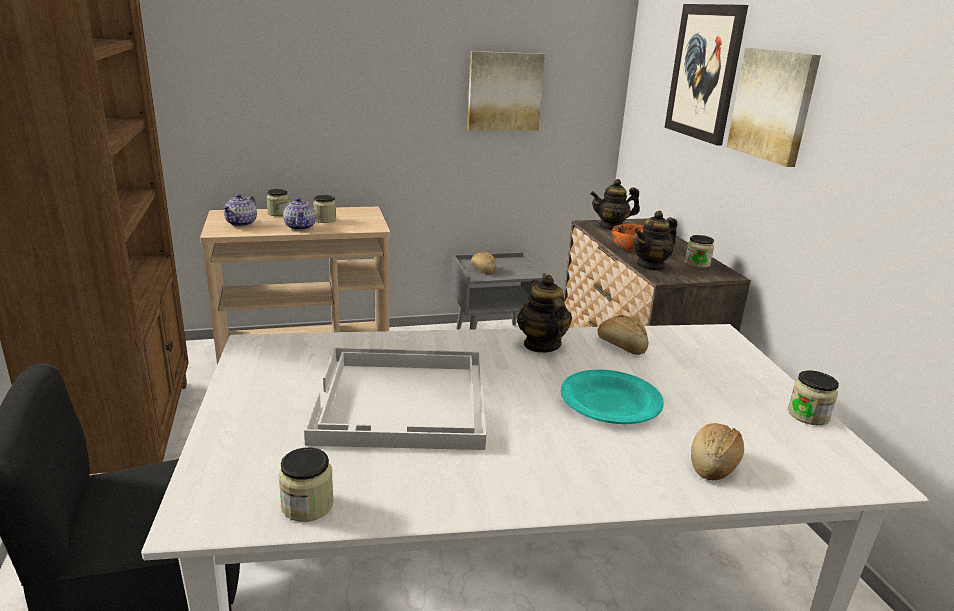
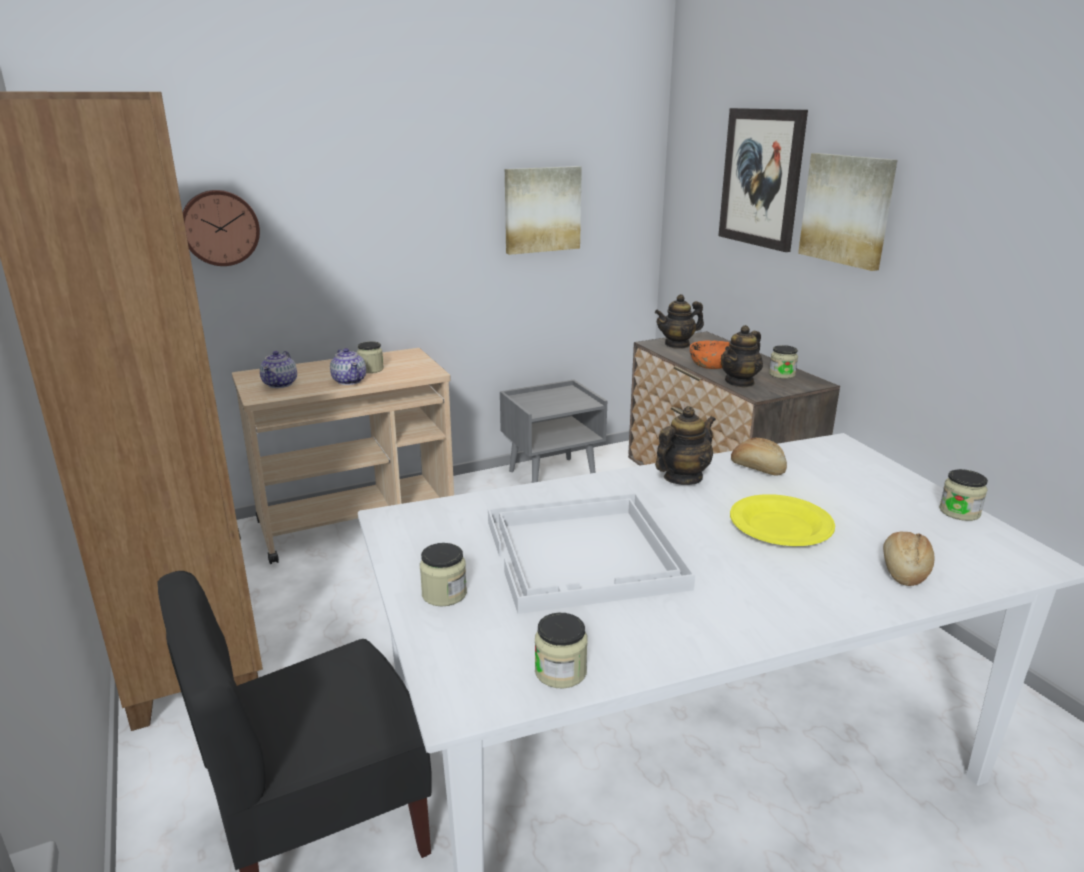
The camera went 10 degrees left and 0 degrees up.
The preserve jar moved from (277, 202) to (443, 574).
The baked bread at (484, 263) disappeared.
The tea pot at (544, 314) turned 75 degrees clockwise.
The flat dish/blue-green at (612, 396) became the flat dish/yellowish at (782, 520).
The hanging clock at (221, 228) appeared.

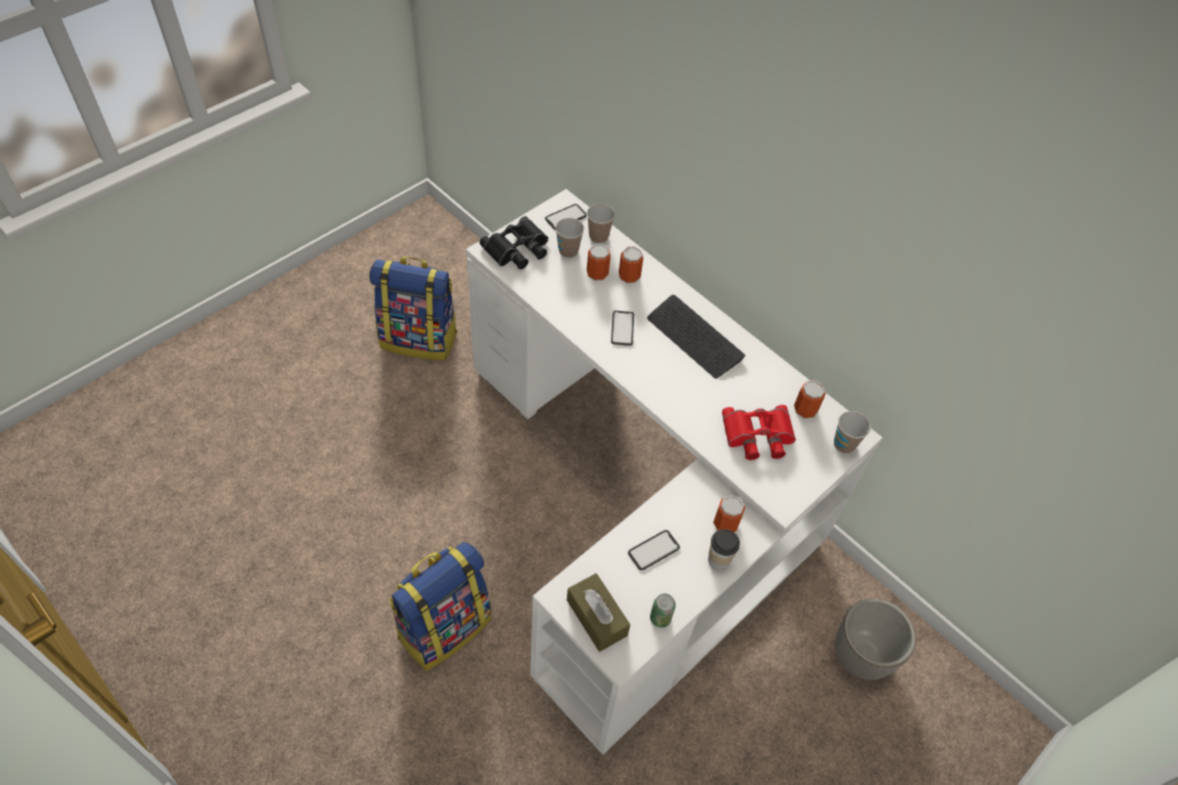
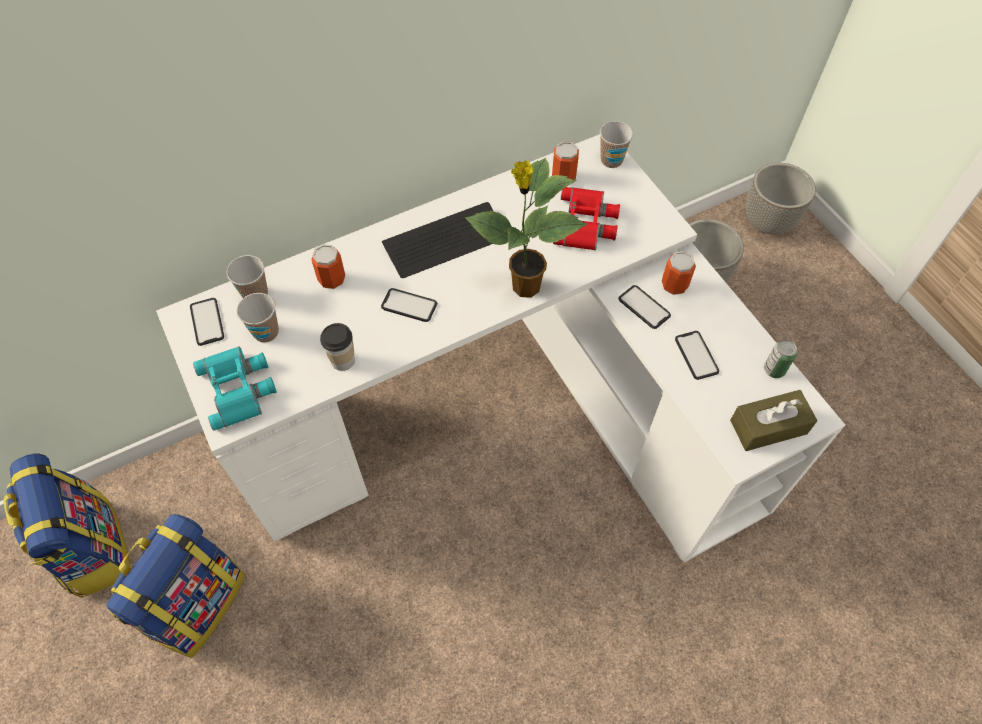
The camera went 70 degrees left and 5 degrees up.
The backpack moved from (440, 606) to (66, 526).
The field glasses/blackish at (513, 242) became the field glasses/blue-green at (235, 388).
The sealed can at (599, 262) disappeared.
The small cup moved from (724, 549) to (337, 347).
The plant in a pot at (526, 228) appeared.
The handset at (645, 307) appeared.
The flower pot at (781, 199) appeared.

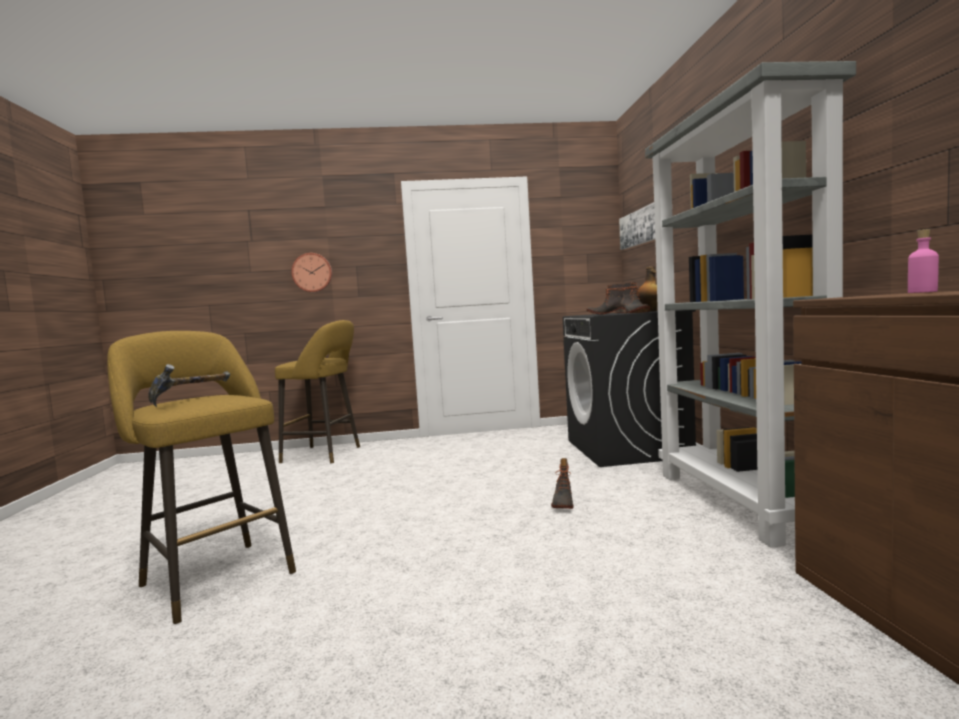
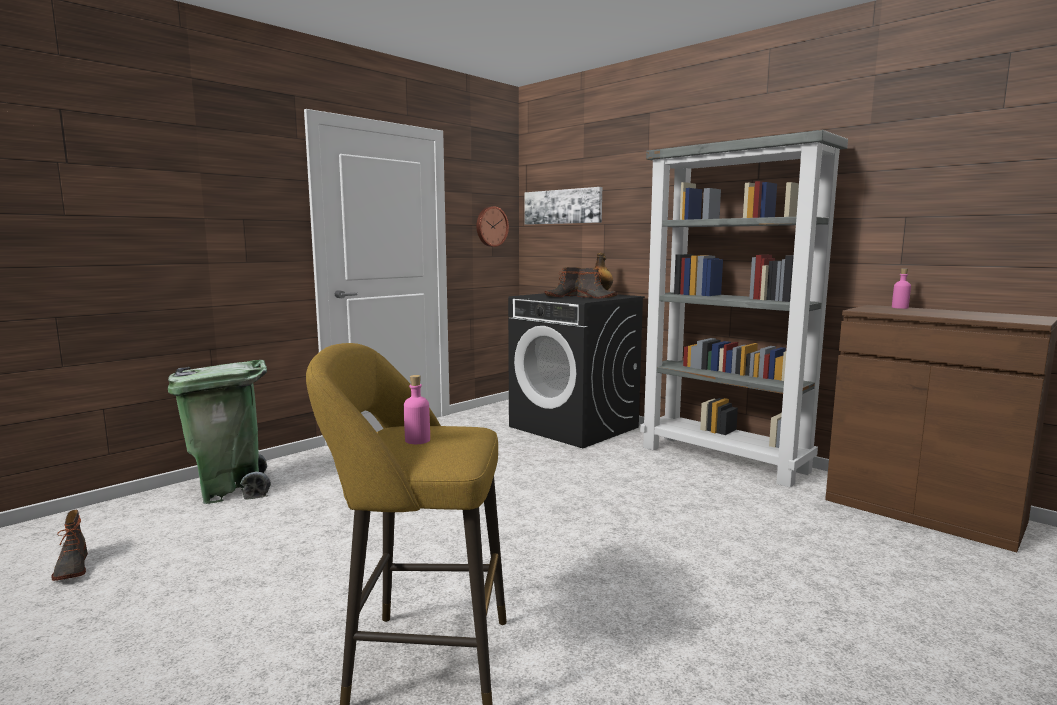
The camera went 40 degrees left and 5 degrees up.
The hand hammer at (189, 385) was replaced by the drink bottle/pinkish at (417, 409).
The stool seat/yellowish at (317, 391) was replaced by the rubbish bin/green at (219, 432).
The hanging clock moved from (311, 272) to (492, 226).
The high-top boot moved from (562, 483) to (69, 545).

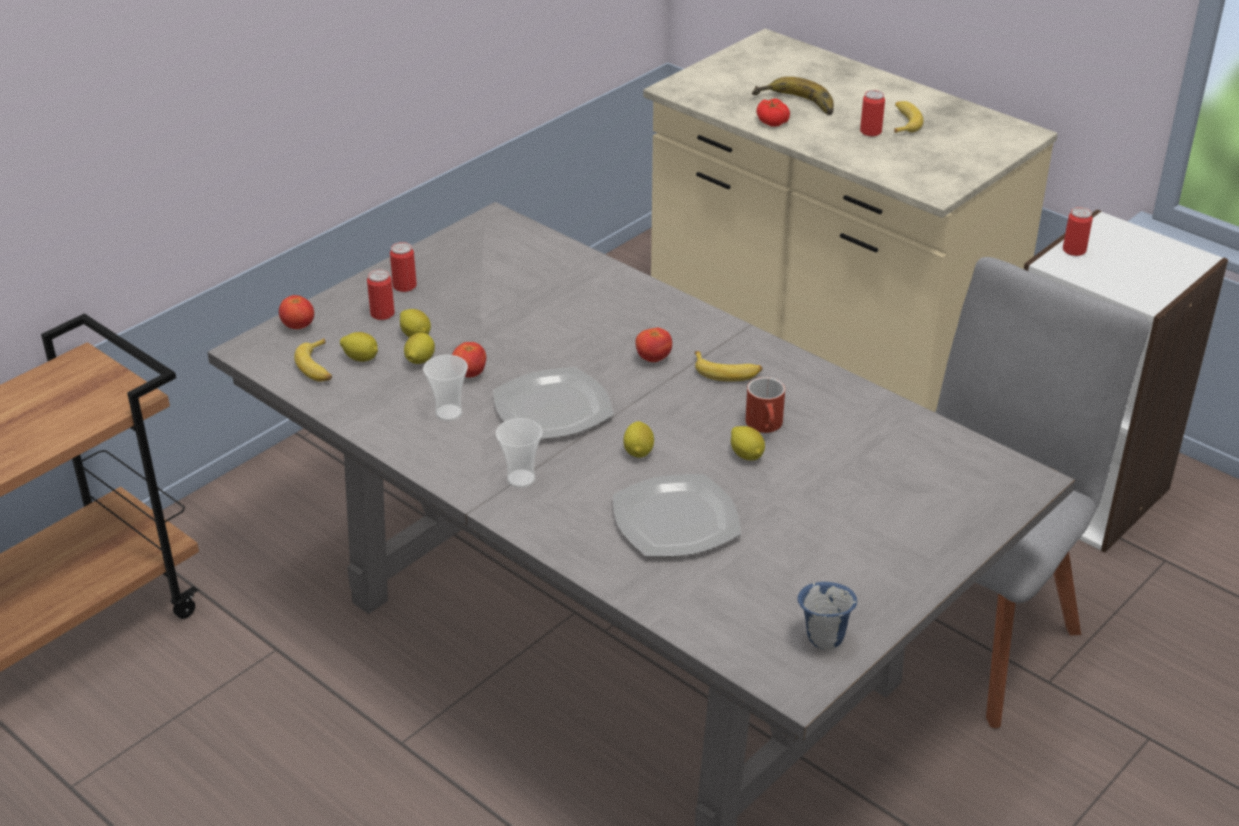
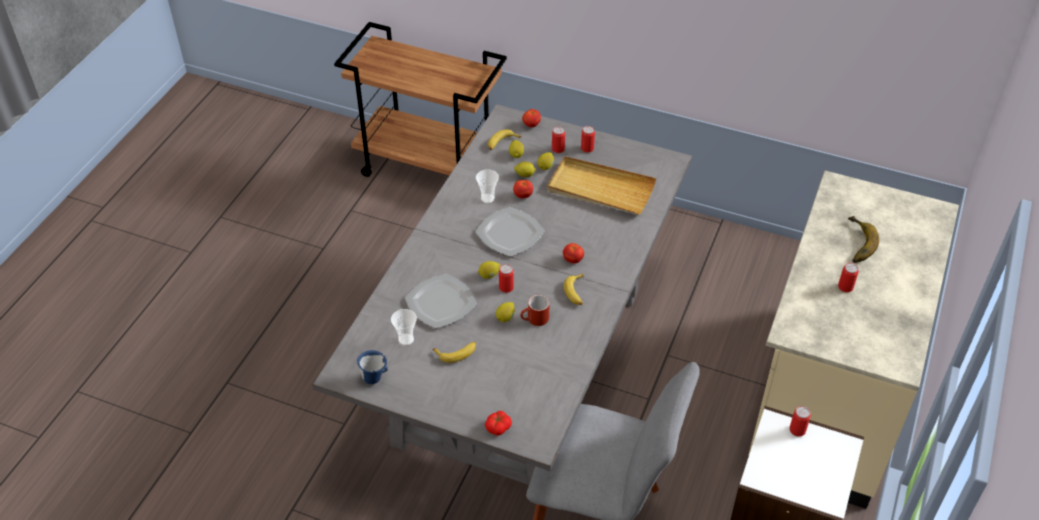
The camera went 70 degrees right and 10 degrees up.
The small cup moved from (519, 453) to (404, 327).
The whole tomato moved from (773, 113) to (498, 423).
The banana fruit moved from (909, 117) to (454, 352).
The sealed can at (506, 278) appeared.
The tray/beige at (601, 185) appeared.

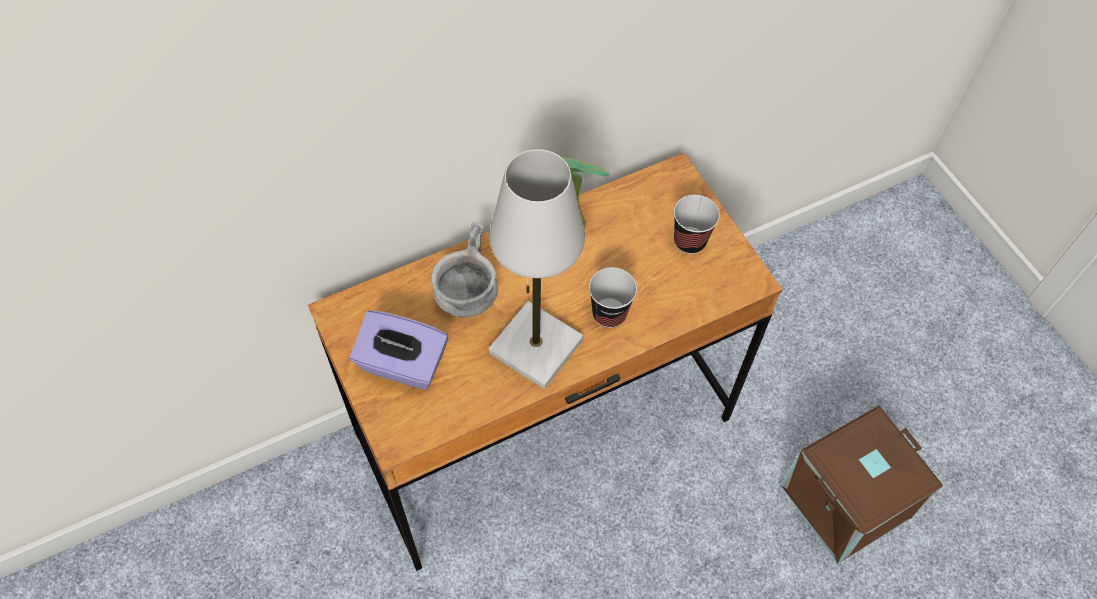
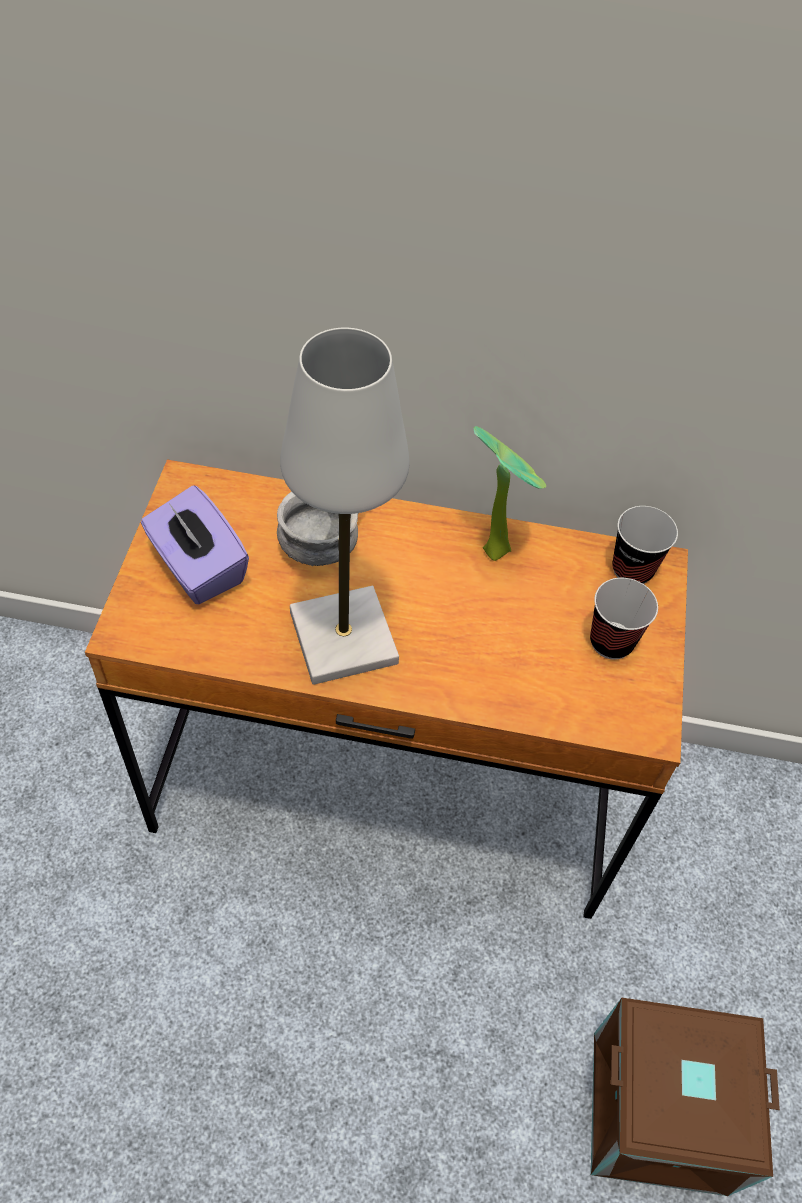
The camera went 35 degrees right and 5 degrees down.
The small cup moved from (613, 297) to (645, 545).

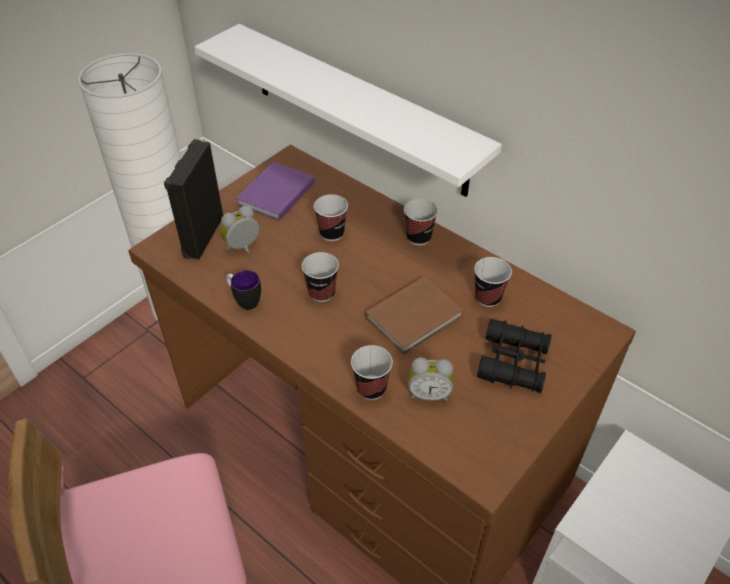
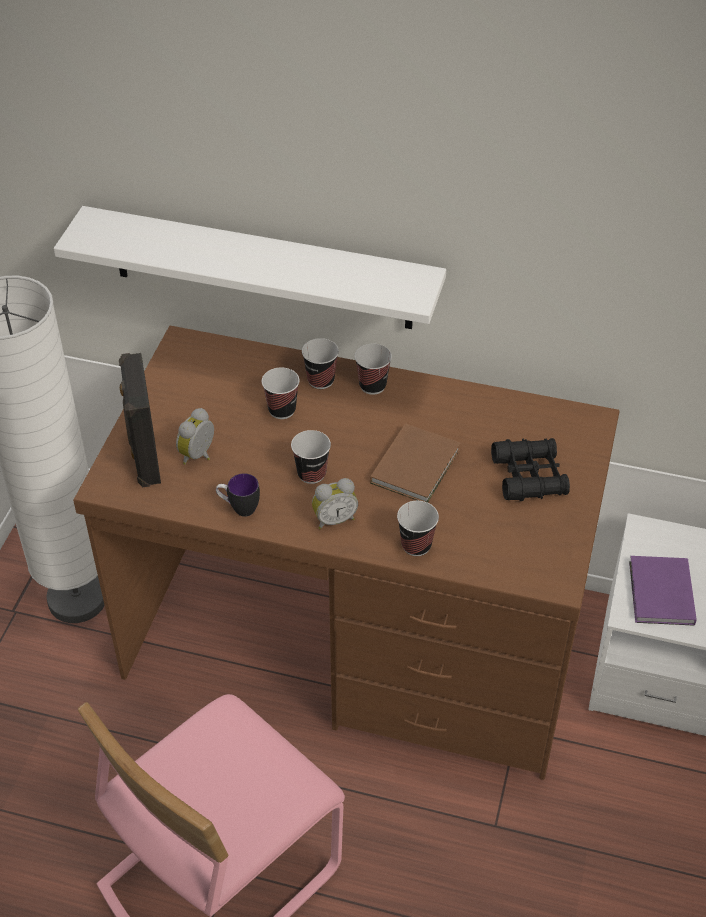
The camera went 25 degrees left and 0 degrees up.
The bound book/purplish moved from (275, 191) to (663, 591).
The table clock moved from (431, 379) to (335, 503).
The small cup moved from (493, 282) to (320, 363).

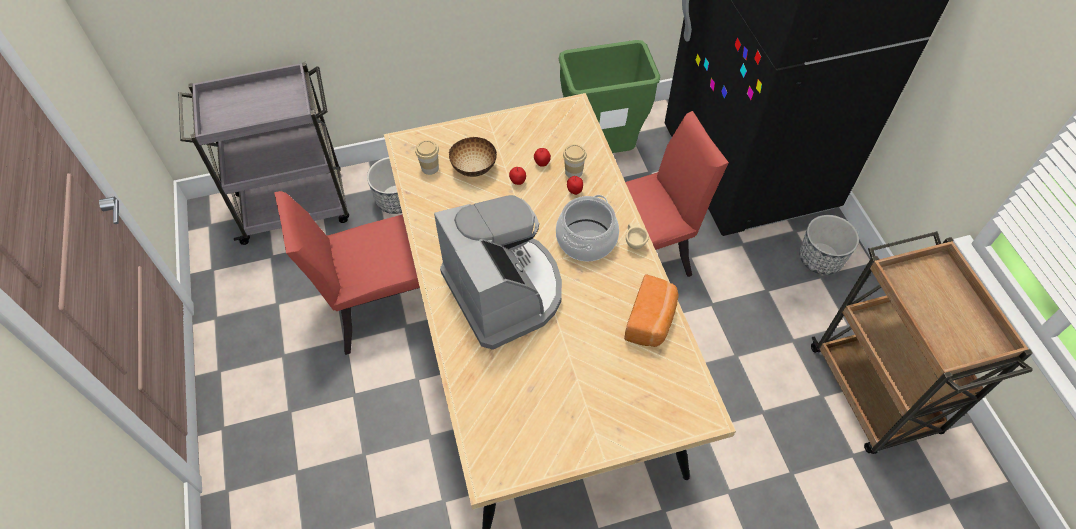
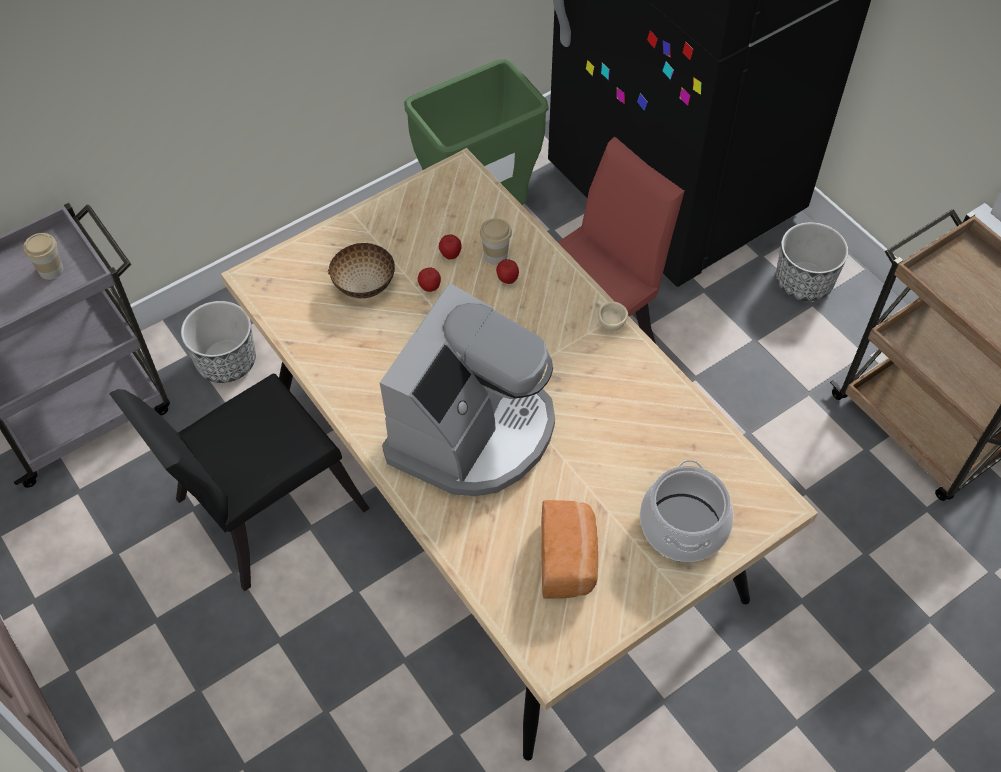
The camera went 20 degrees left and 0 degrees up.
The chair/red at (349, 273) became the chair/blackish at (239, 482).
The small cup moved from (427, 157) to (43, 256).
The coffee maker at (498, 272) turned 75 degrees clockwise.
The stockpot moved from (587, 228) to (687, 511).
The baked bread moved from (651, 311) to (569, 549).

